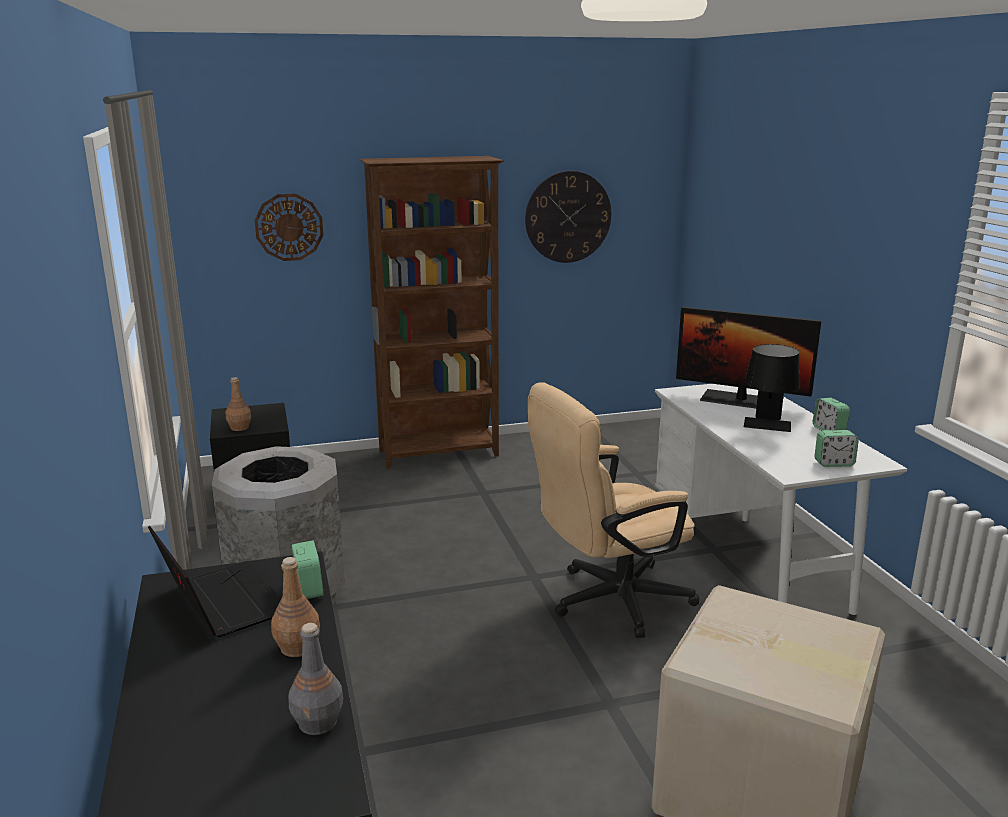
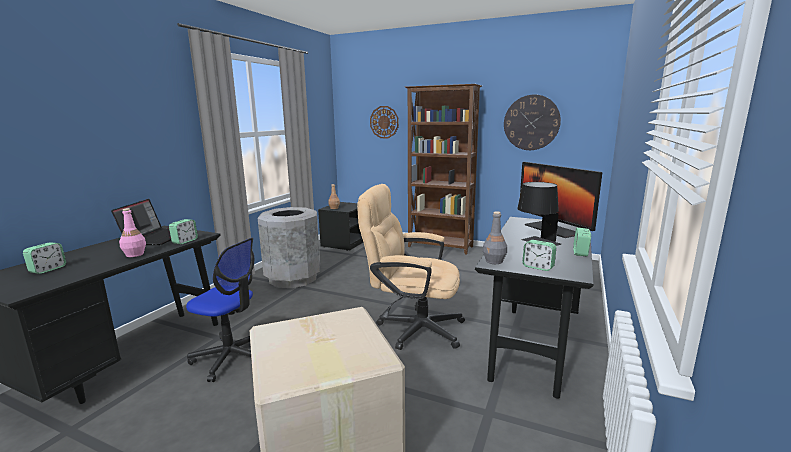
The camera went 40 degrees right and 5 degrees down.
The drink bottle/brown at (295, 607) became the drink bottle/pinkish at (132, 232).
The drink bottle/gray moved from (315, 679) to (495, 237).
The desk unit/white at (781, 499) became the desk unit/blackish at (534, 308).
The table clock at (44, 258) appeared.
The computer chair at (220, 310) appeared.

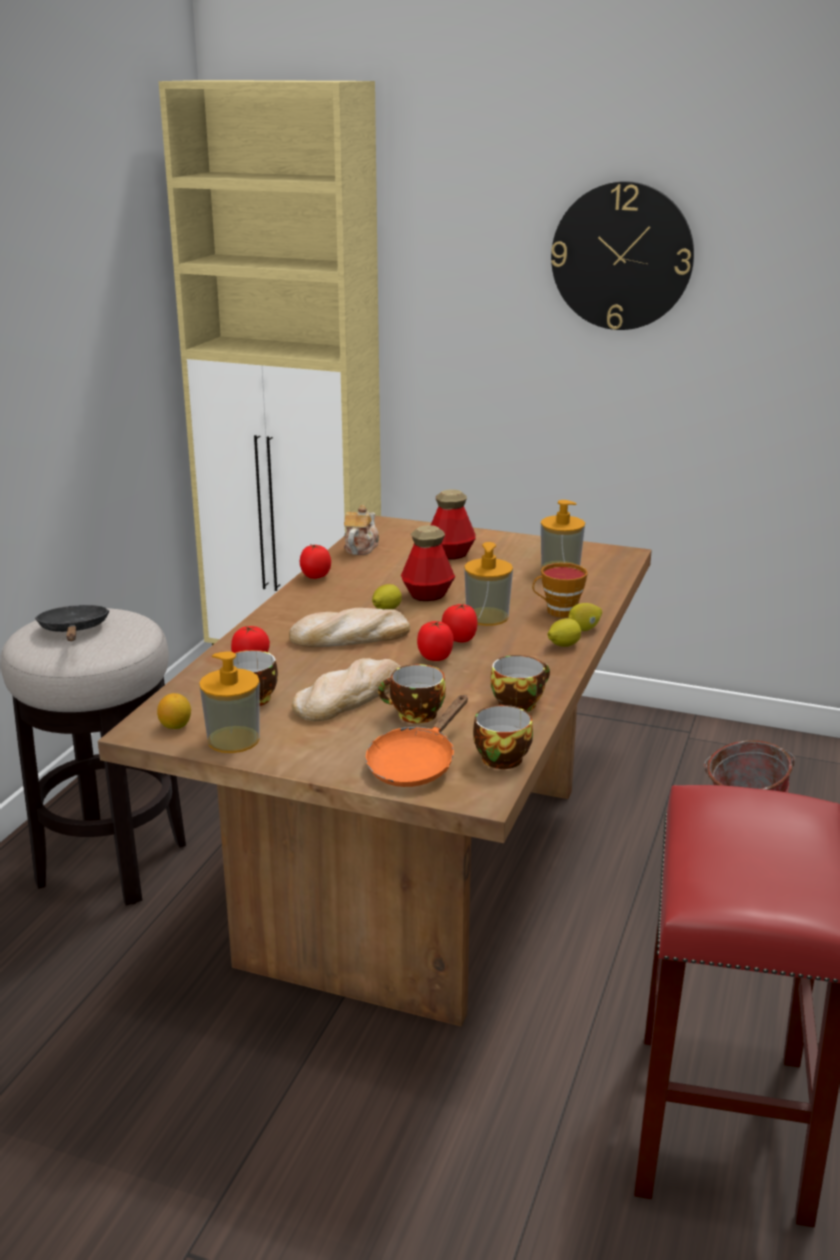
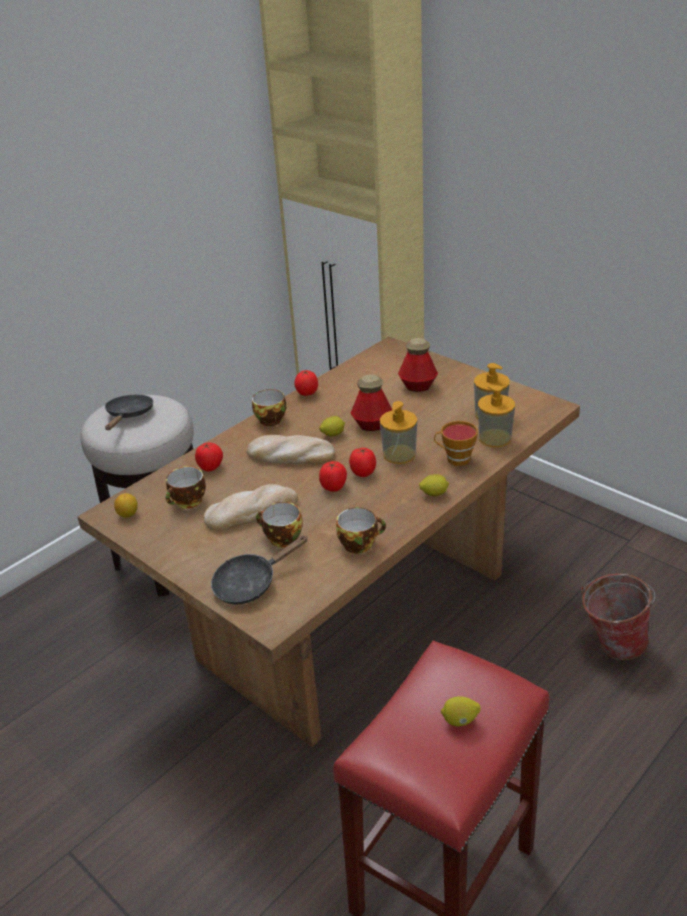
The camera went 25 degrees right and 10 degrees up.
The soap bottle moved from (229, 702) to (496, 416).
The tea pot at (361, 530) disappeared.
The skillet/orange at (416, 741) became the skillet/blackish at (259, 570).
The small cup moved from (503, 737) to (269, 407).
The hanging clock at (622, 255) disappeared.
The whole lemon moved from (585, 617) to (461, 711).

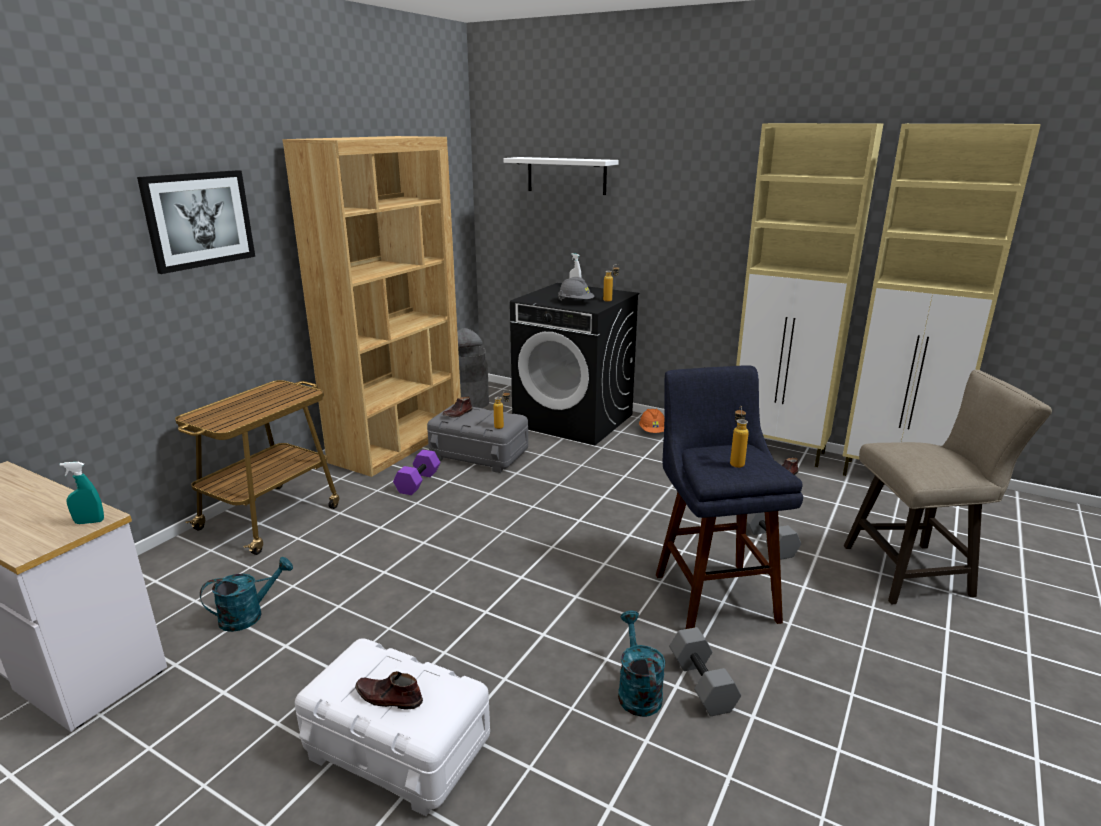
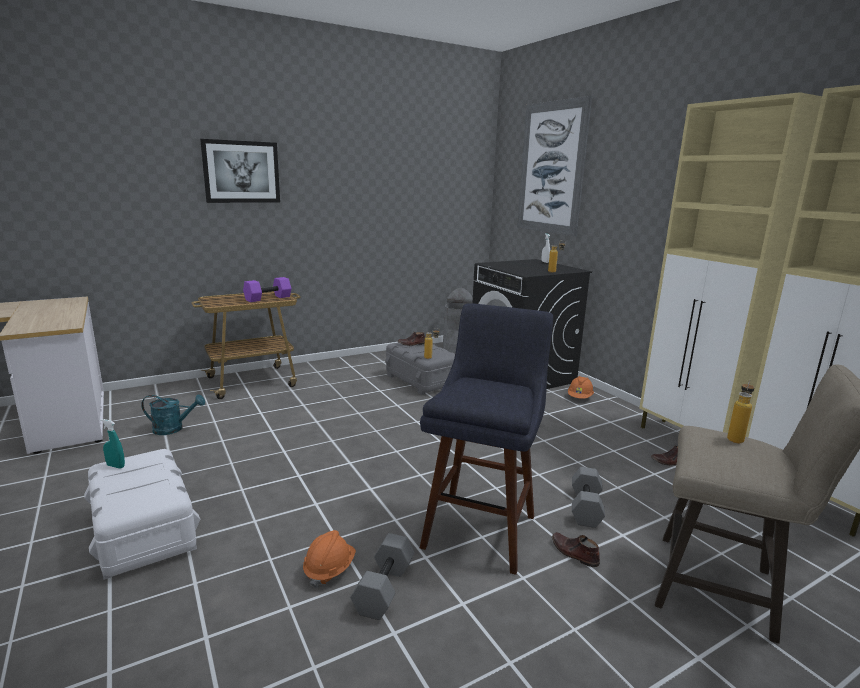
The camera went 30 degrees right and 5 degrees down.
The sprayer/blue-green moved from (81, 493) to (113, 443).
The shelving unit/brown at (371, 306) disappeared.
The item of footwear/brown moved from (389, 690) to (576, 549).
The free weight/purplish moved from (416, 472) to (267, 289).
The shelf/white at (561, 176) was replaced by the wall picture at (554, 166).
The hard hat/gray at (576, 289) disappeared.
The watering pot/blue-green at (641, 664) was replaced by the hard hat/orange at (329, 559).
The drink bottle moved from (739, 437) to (741, 411).

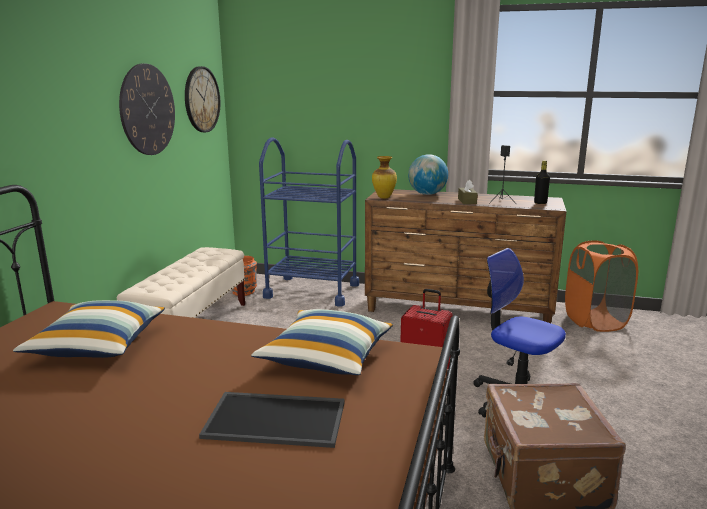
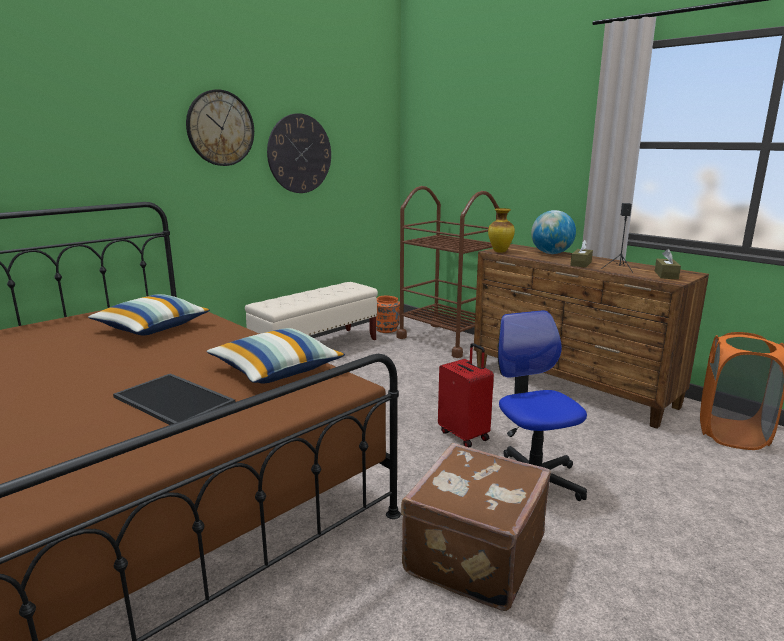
The camera went 30 degrees right and 0 degrees up.
The hanging clock moved from (202, 99) to (220, 127).
The cart/bluish at (309, 222) became the cart/brown at (448, 272).
The drink bottle/blackish at (542, 182) was replaced by the box of tissues/brown at (668, 264).

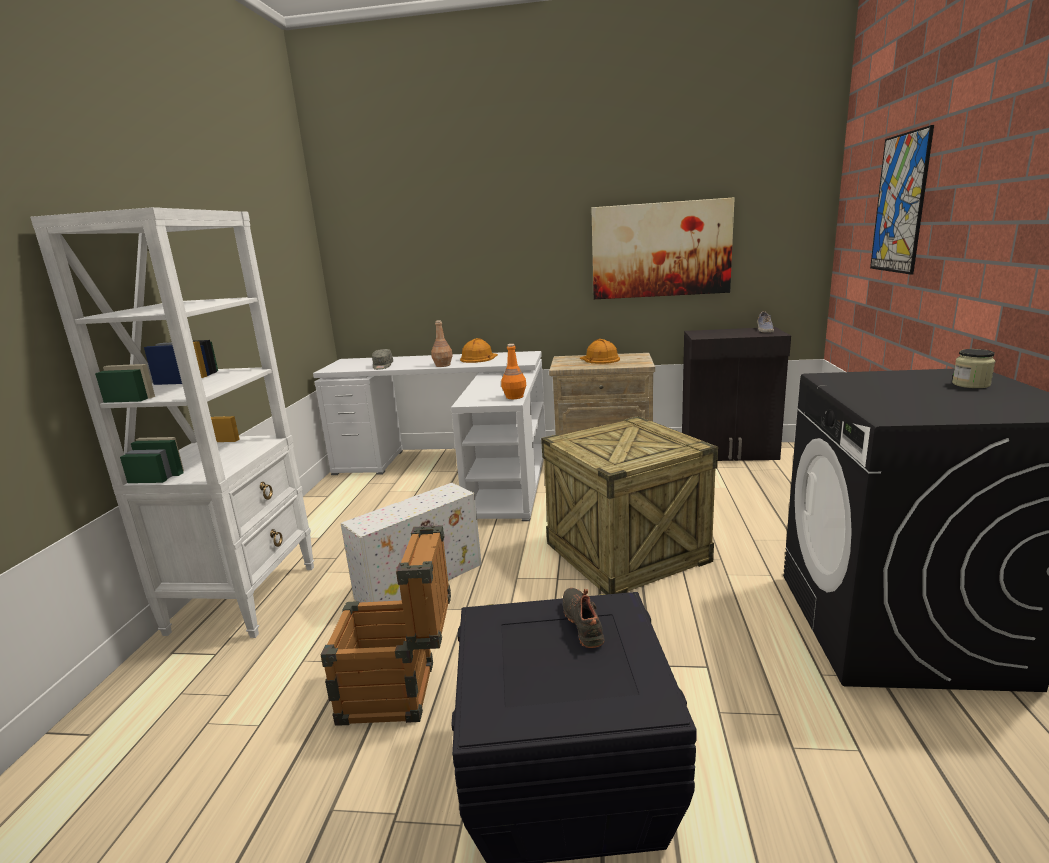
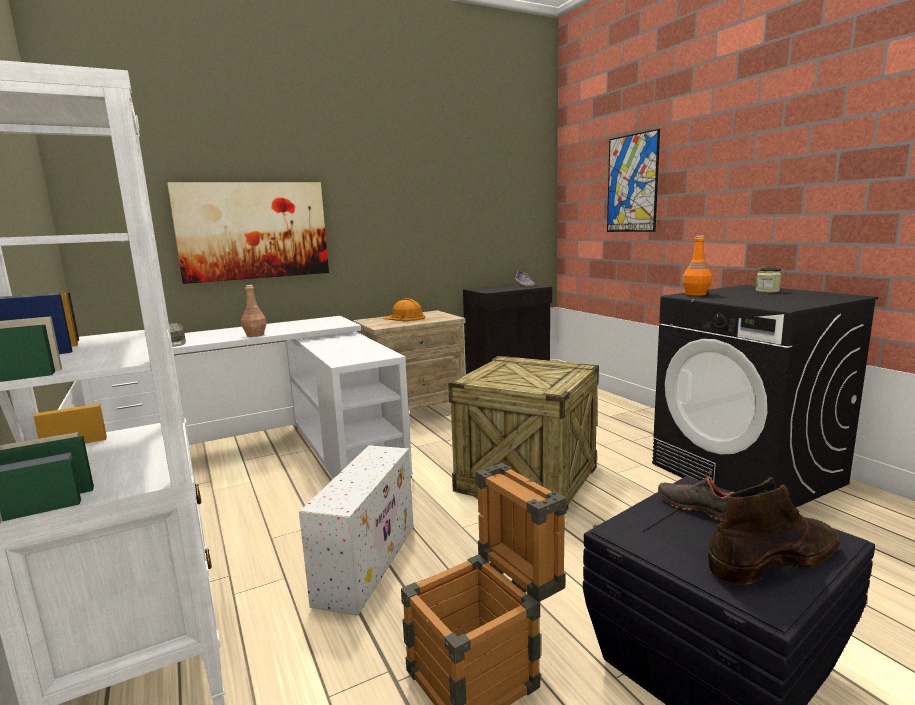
The camera went 35 degrees left and 5 degrees down.
The hard hat/orange at (479, 350) disappeared.
The drink bottle/orange moved from (513, 371) to (697, 266).
The wall picture moved from (663, 248) to (248, 233).
The high-top boot/brown at (774, 531) appeared.

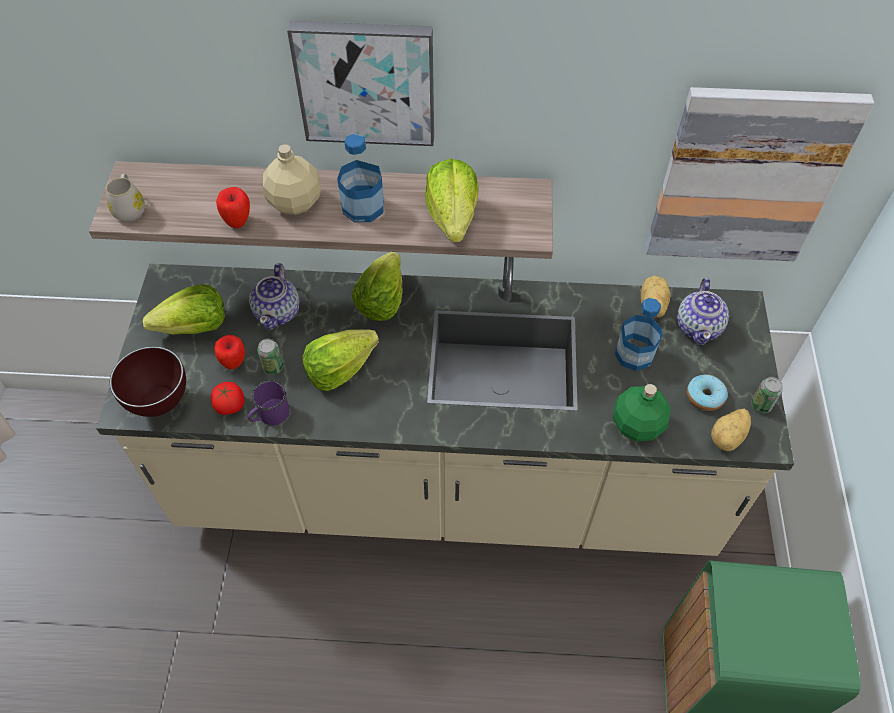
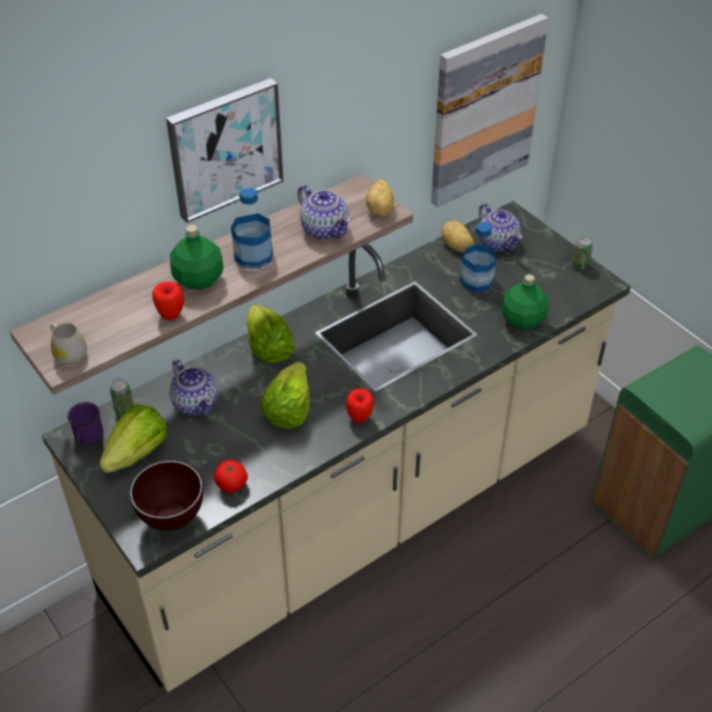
The camera went 40 degrees left and 10 degrees down.
The apple moved from (229, 352) to (360, 406).
The tea mug/purplish moved from (268, 402) to (85, 423).
The sealed can moved from (270, 357) to (122, 397).
The drink bottle/beige at (292, 179) became the drink bottle/green at (196, 257).
The head of lettuce at (452, 200) was replaced by the tea pot at (324, 212).
The doughnut at (707, 392) disappeared.
The whole potato moved from (731, 430) to (380, 197).

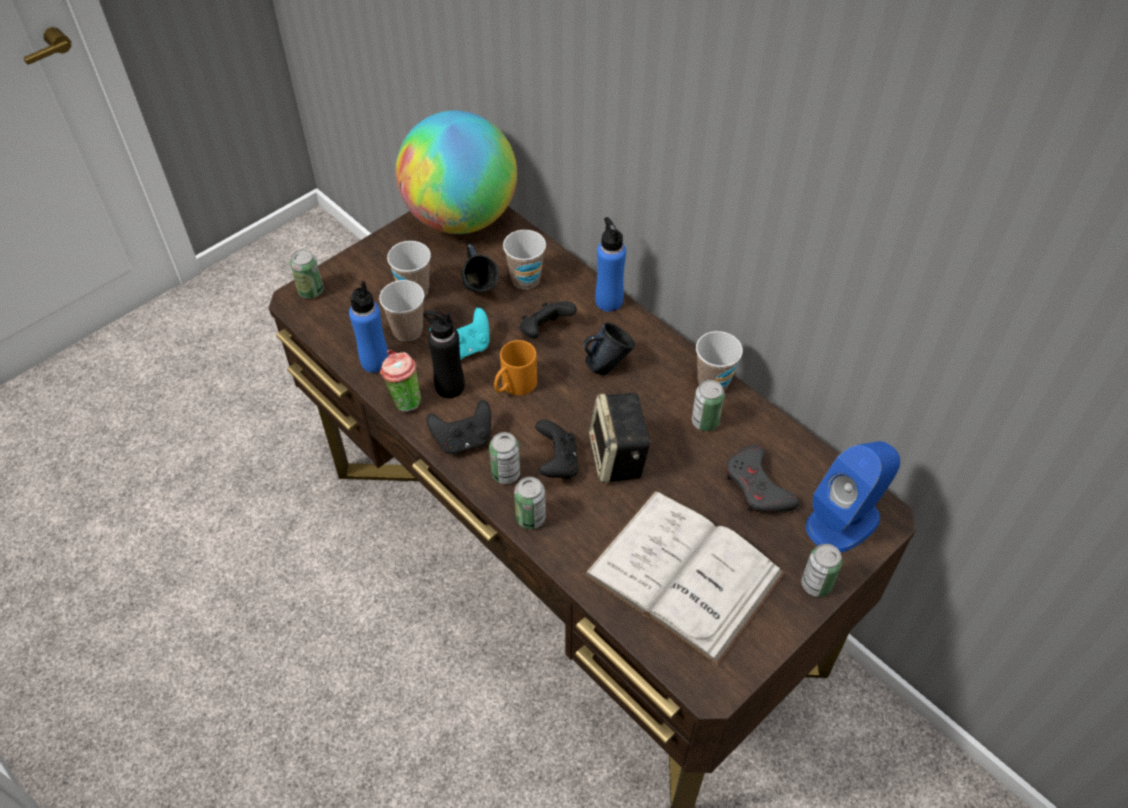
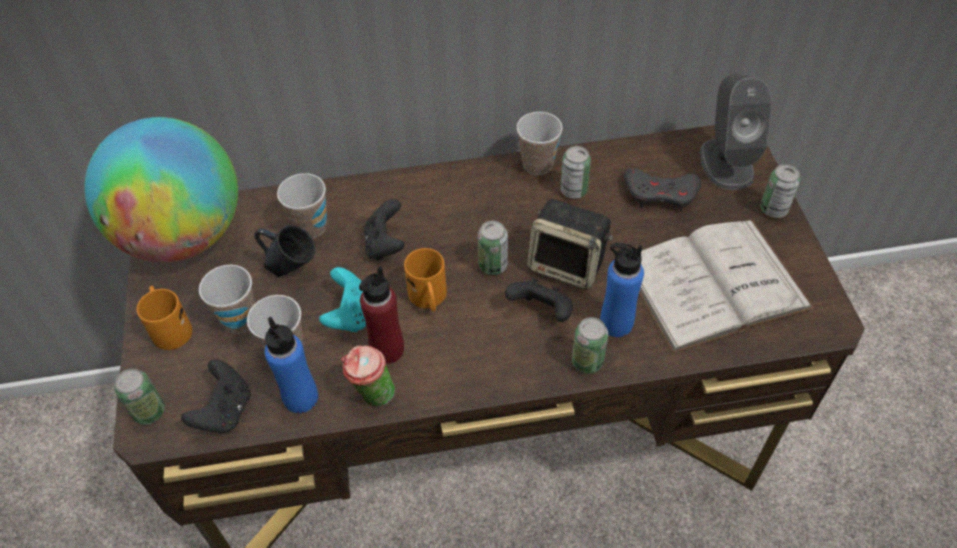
The camera went 55 degrees left and 0 degrees up.
The drink bottle/blackish at (444, 354) became the drink bottle/red at (381, 315).
The game controller/blackish moved from (459, 427) to (216, 396).
The sealed can moved from (504, 458) to (493, 248).
The tea mug/bluish at (609, 349) disappeared.
The drink bottle/bluish moved from (610, 264) to (622, 290).
The loudspeaker/bluish at (853, 497) became the loudspeaker/gray at (736, 132).
The tea mug/orange at (164, 318) appeared.

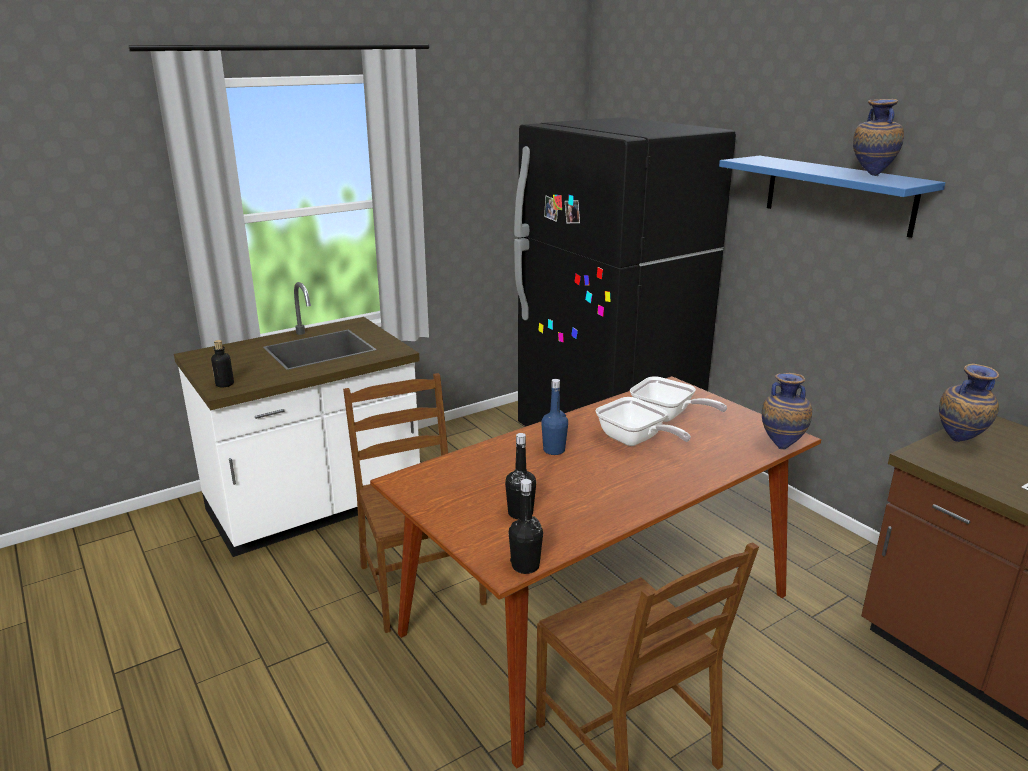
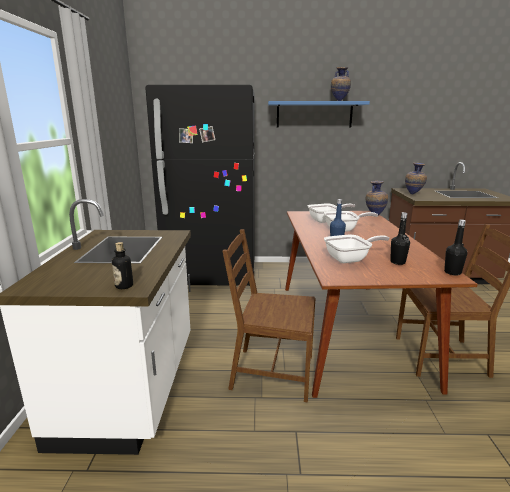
The camera went 55 degrees left and 5 degrees down.
The skillet at (357, 248) appeared.

